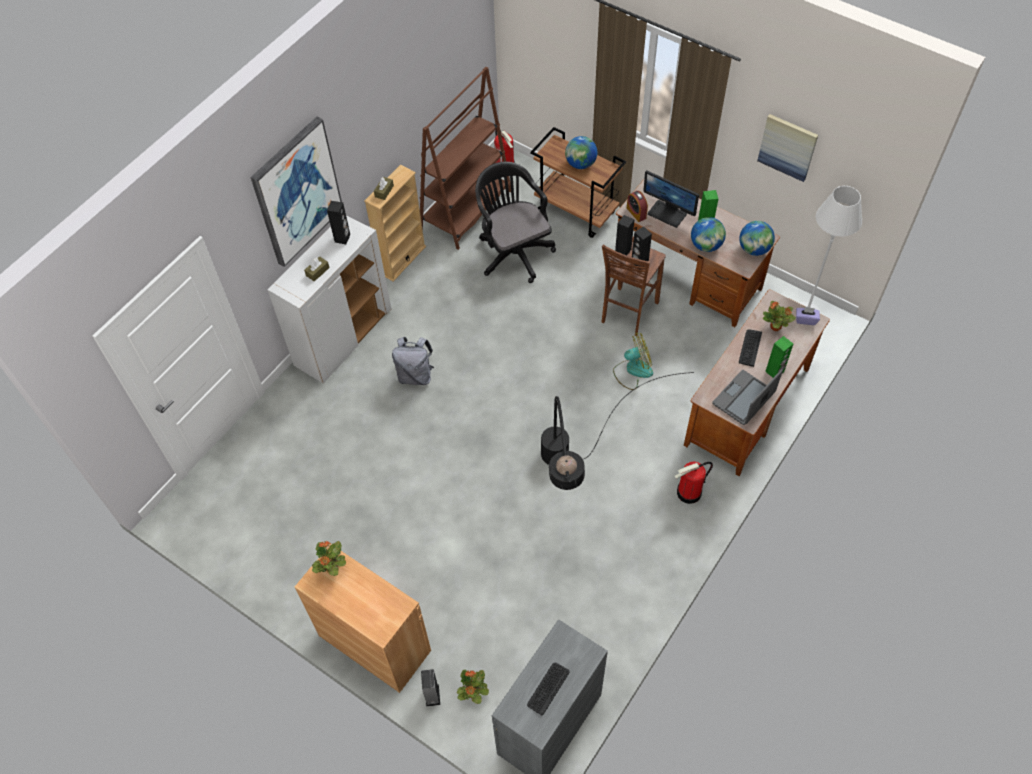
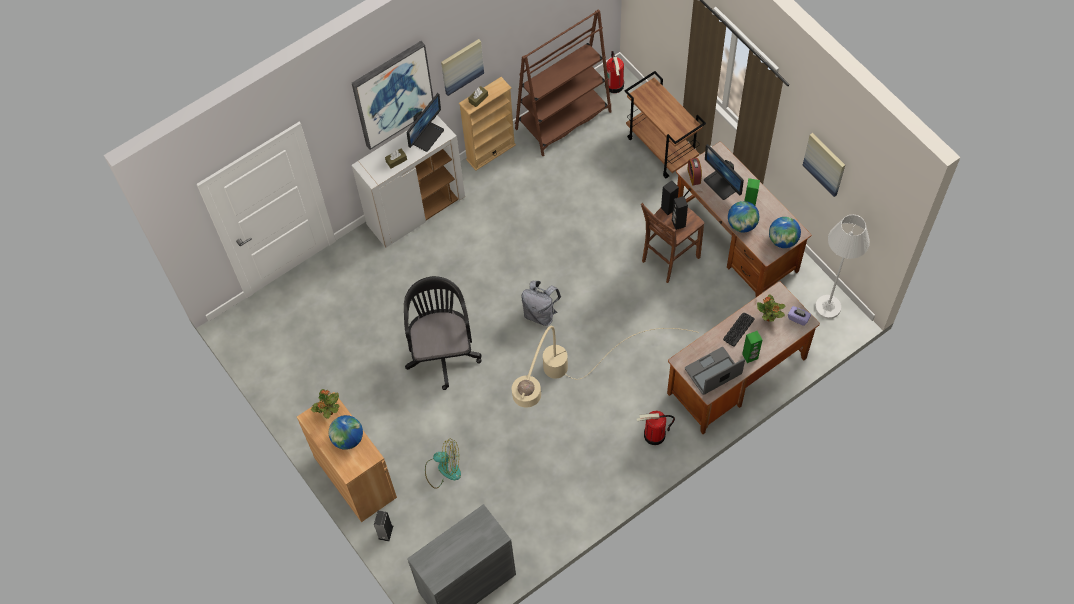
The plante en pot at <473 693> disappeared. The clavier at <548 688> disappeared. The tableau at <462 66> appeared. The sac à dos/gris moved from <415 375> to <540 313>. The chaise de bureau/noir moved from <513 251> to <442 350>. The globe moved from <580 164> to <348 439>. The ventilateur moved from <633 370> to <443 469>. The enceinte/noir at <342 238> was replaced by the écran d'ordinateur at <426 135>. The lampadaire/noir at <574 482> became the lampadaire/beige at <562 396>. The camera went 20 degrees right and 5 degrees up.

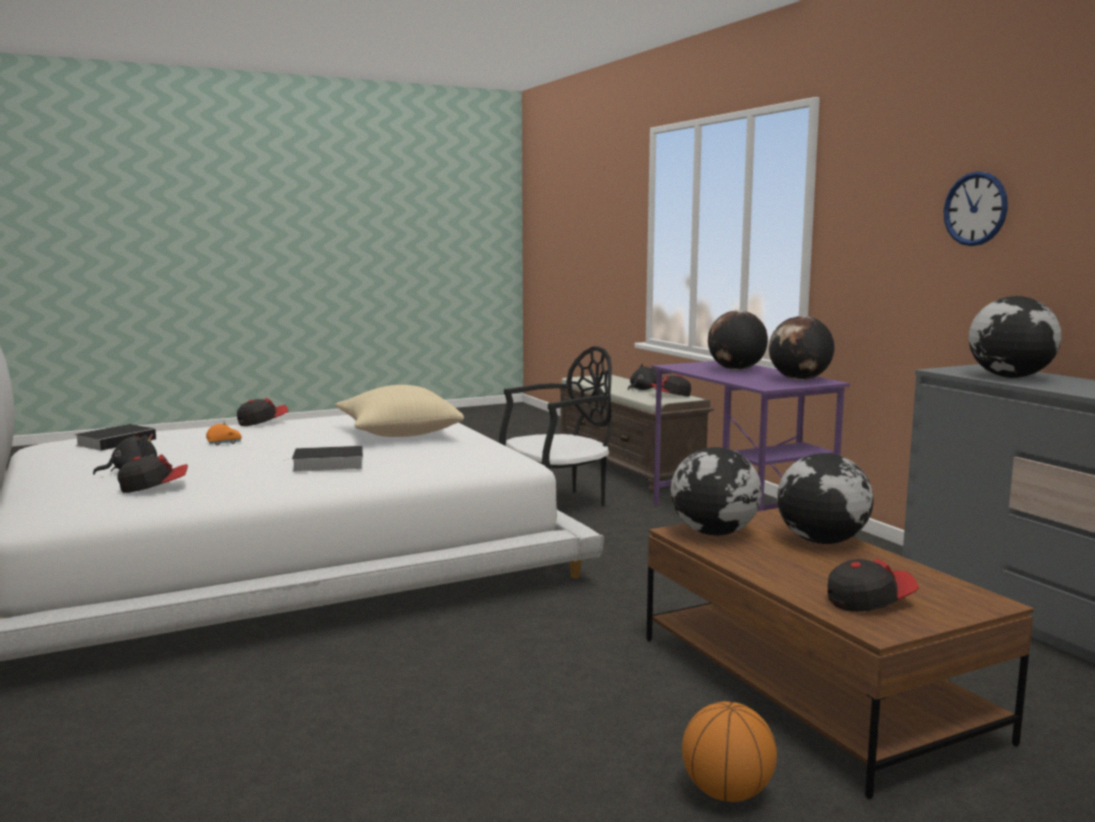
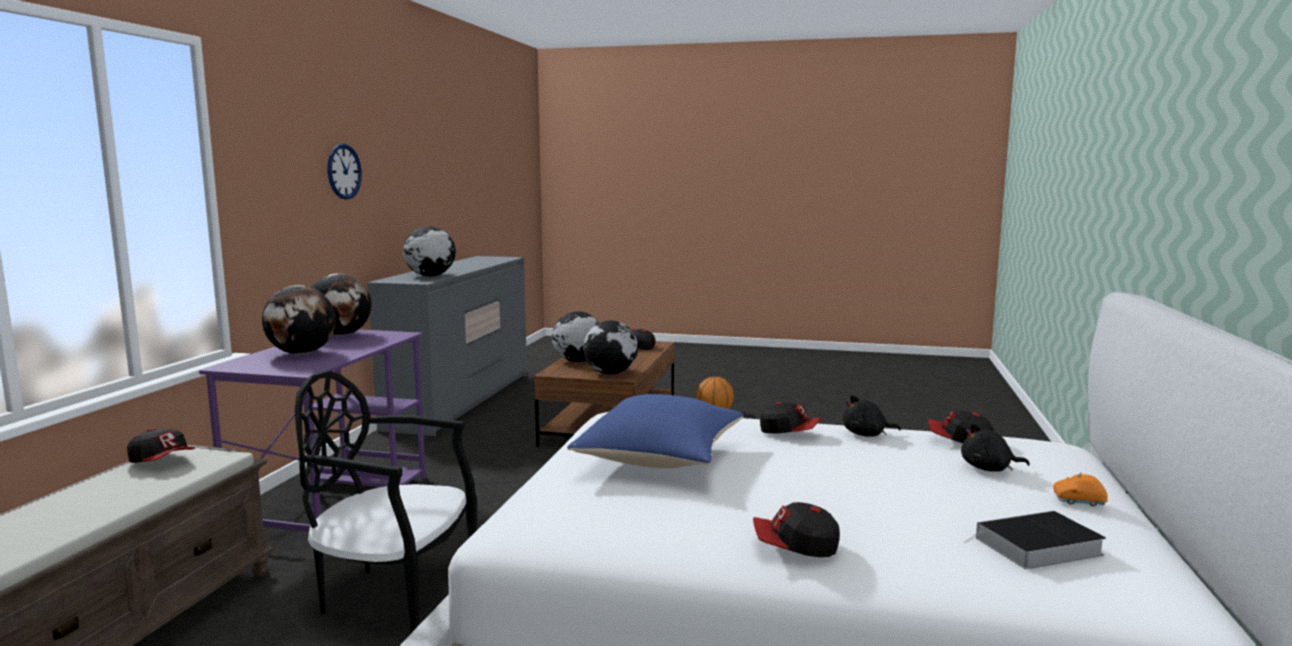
The petite voiture/orange moved from <224 443> to <1079 501>. The peluche/noir moved from <642 389> to <866 434>. The livre at <326 464> was replaced by the casquette at <790 433>. The coussin/beige at <397 435> became the coussin/bleu at <661 461>. The camera went 140 degrees left and 0 degrees up.

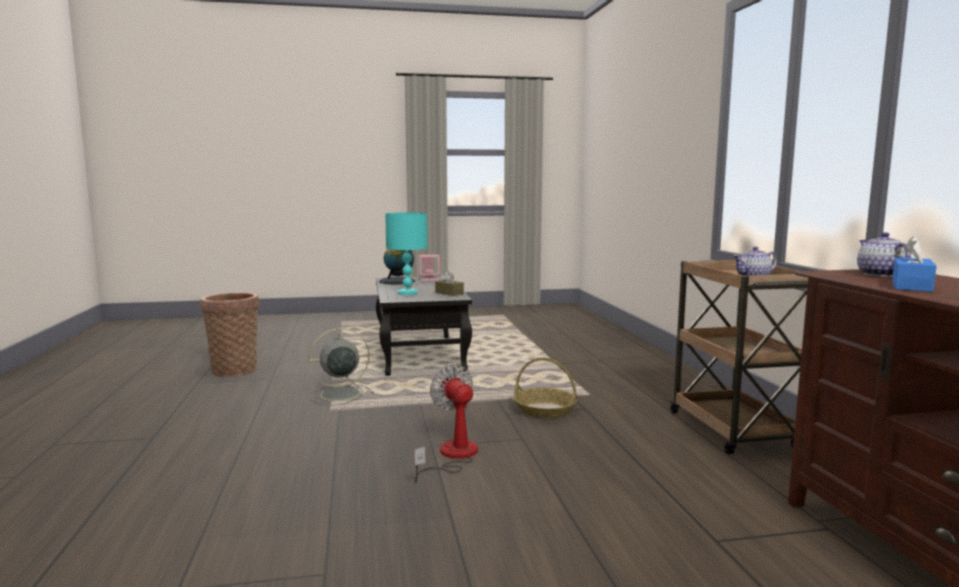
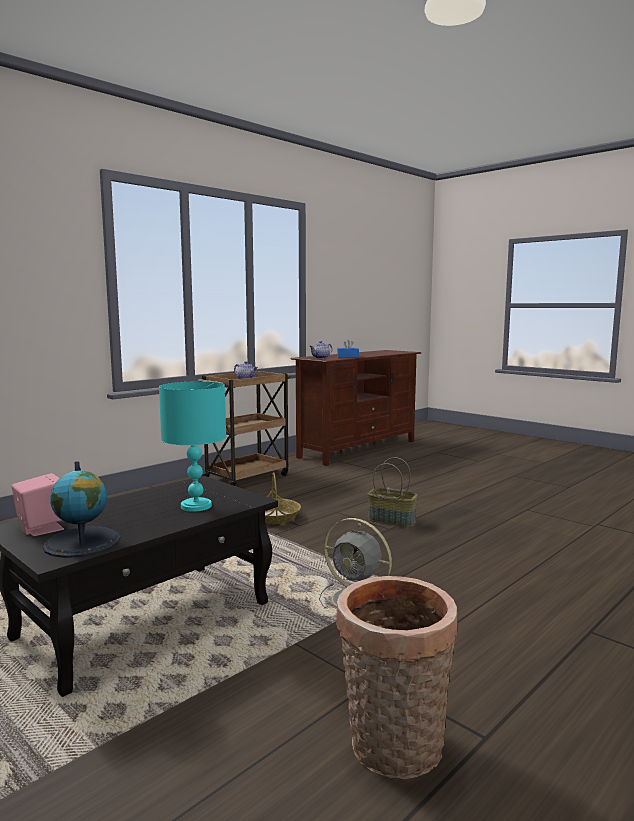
The boîte à mouchoirs/marron at <449 293> disappeared. The ventilateur at <452 456> was replaced by the panier at <392 520>. The camera went 125 degrees left and 0 degrees up.

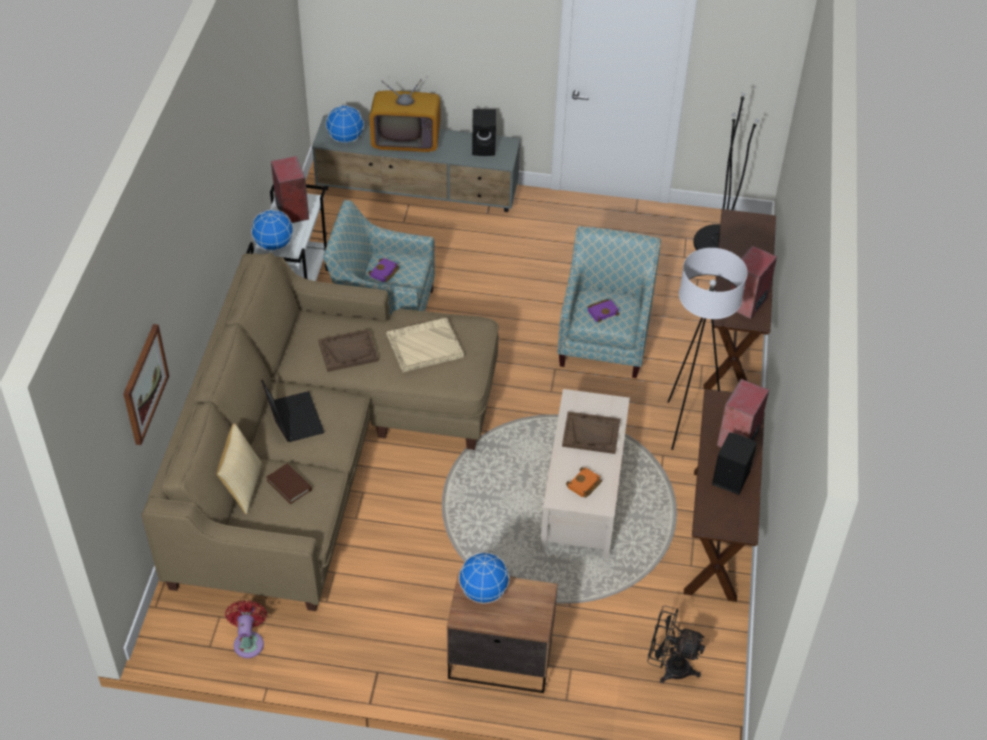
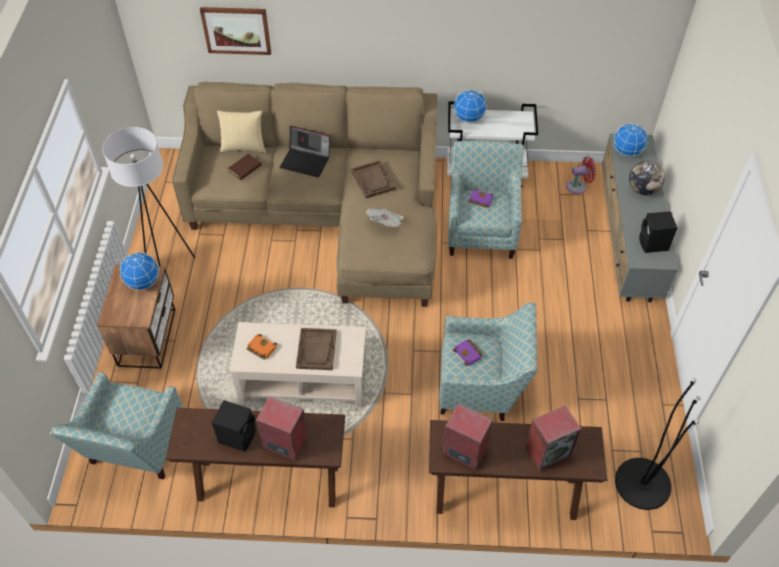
The ventilateur/rouge moved from <249 641> to <578 186>. The enceinte moved from <291 210> to <548 451>. The lampadaire/blanc moved from <687 425> to <169 270>. The téléviseur at <406 139> was replaced by the globe at <642 189>. The plateau/beige at <424 346> was replaced by the journal at <386 223>. The ventilateur/noir at <669 667> was replaced by the fauteuil at <135 450>. The ordinateur portable at <293 418> turned 45 degrees clockwise. The camera went 85 degrees right and 5 degrees up.

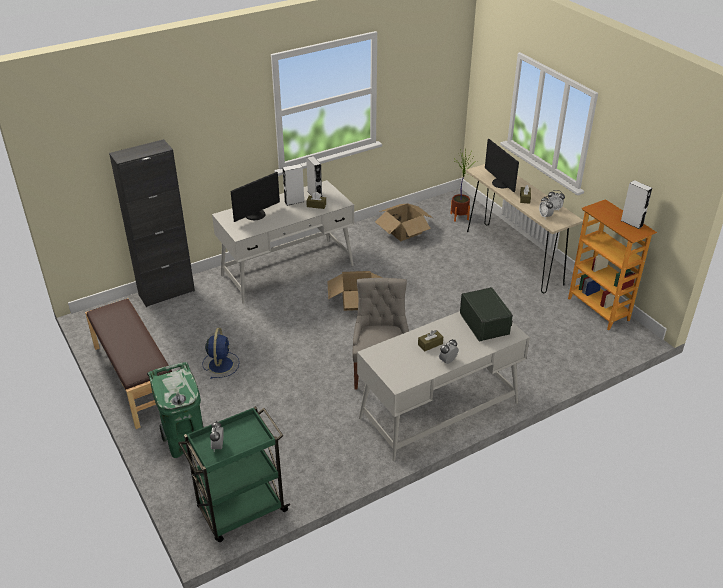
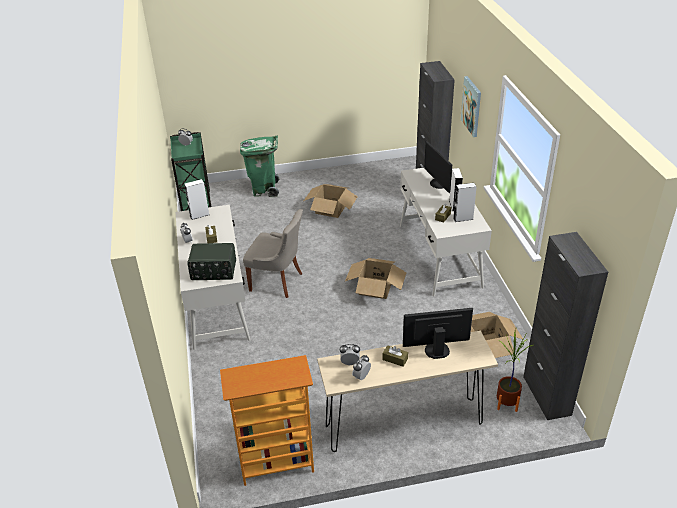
The banc/marron at <135 379> disappeared. The tableau at <472 106> appeared. The meuble de rangement/noir at <546 395> appeared. The enceinte/blanc moved from <631 223> to <199 215>. The ventilateur/bleu at <221 364> was replaced by the carton at <331 209>. The camera went 110 degrees right and 0 degrees up.

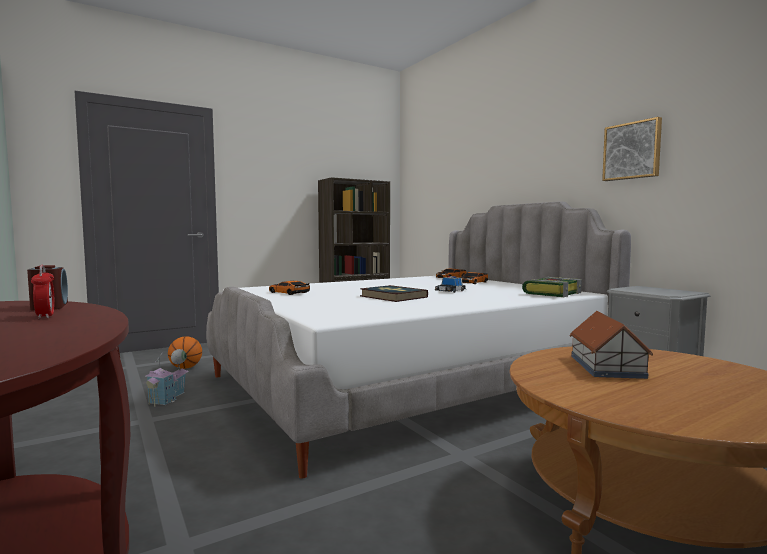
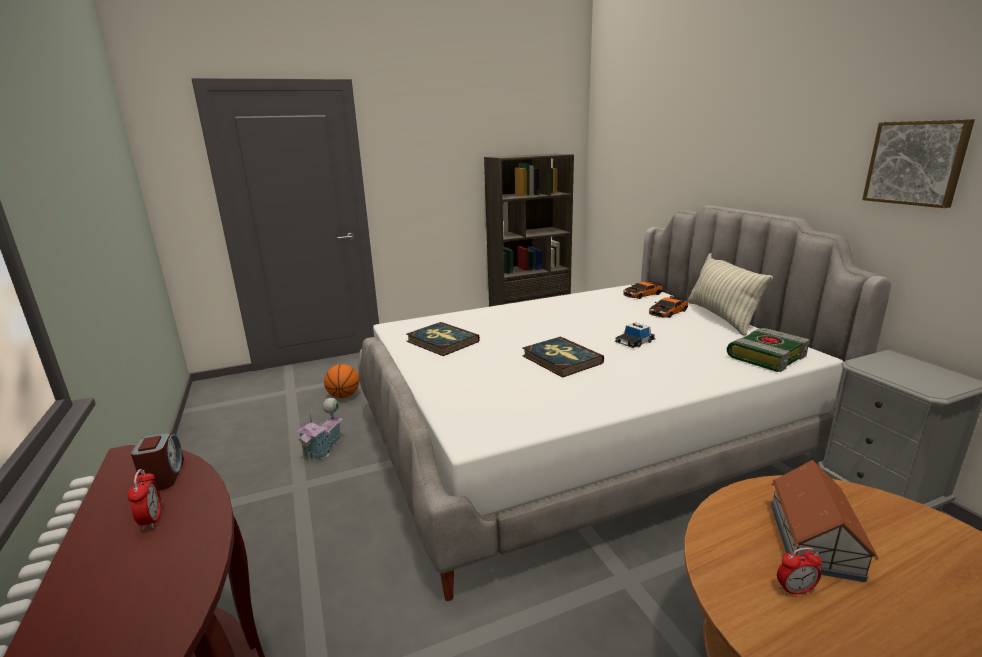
The coussin at <721 317> appeared. The réveil at <795 590> appeared. The petite voiture at <288 293> was replaced by the livre at <442 341>. The camera went 10 degrees right and 15 degrees up.

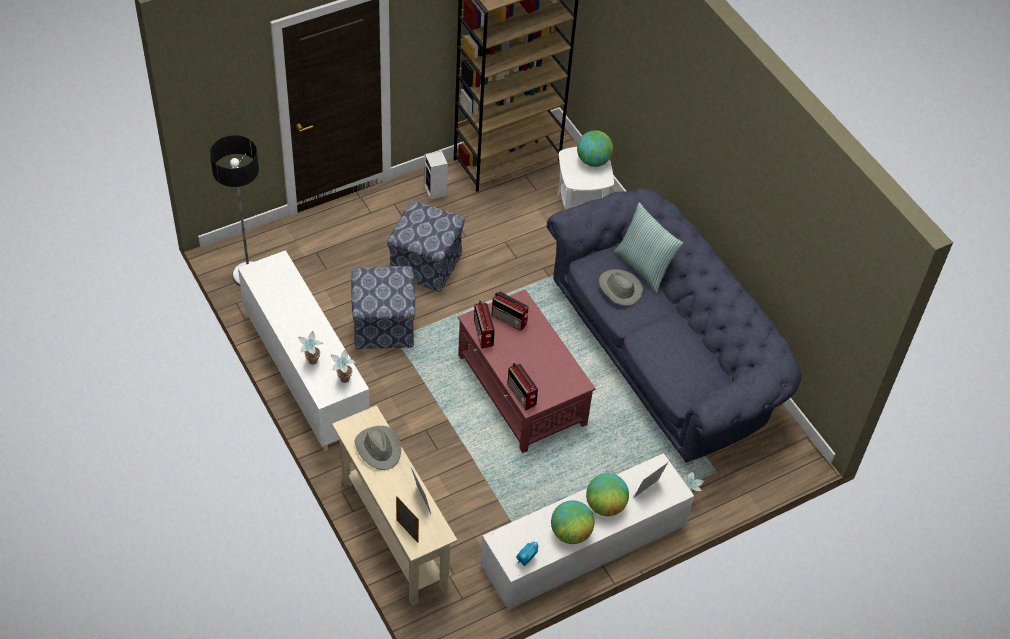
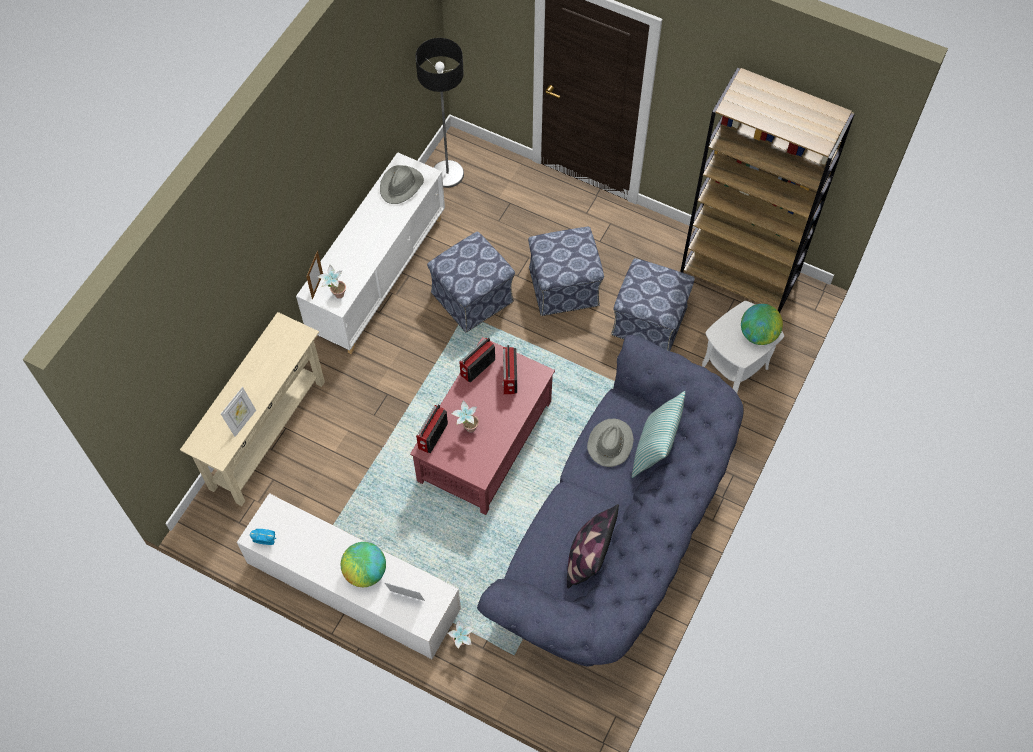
The enceinte at <436 191> disappeared. The globe at <571 533> disappeared. The coussin at <588 557> appeared. The pouf at <650 321> appeared. The plante en pot moved from <311 363> to <467 429>. The chapeau/gris moved from <379 448> to <401 186>. The cadre photo moved from <407 531> to <317 286>. The camera went 60 degrees right and 10 degrees up.

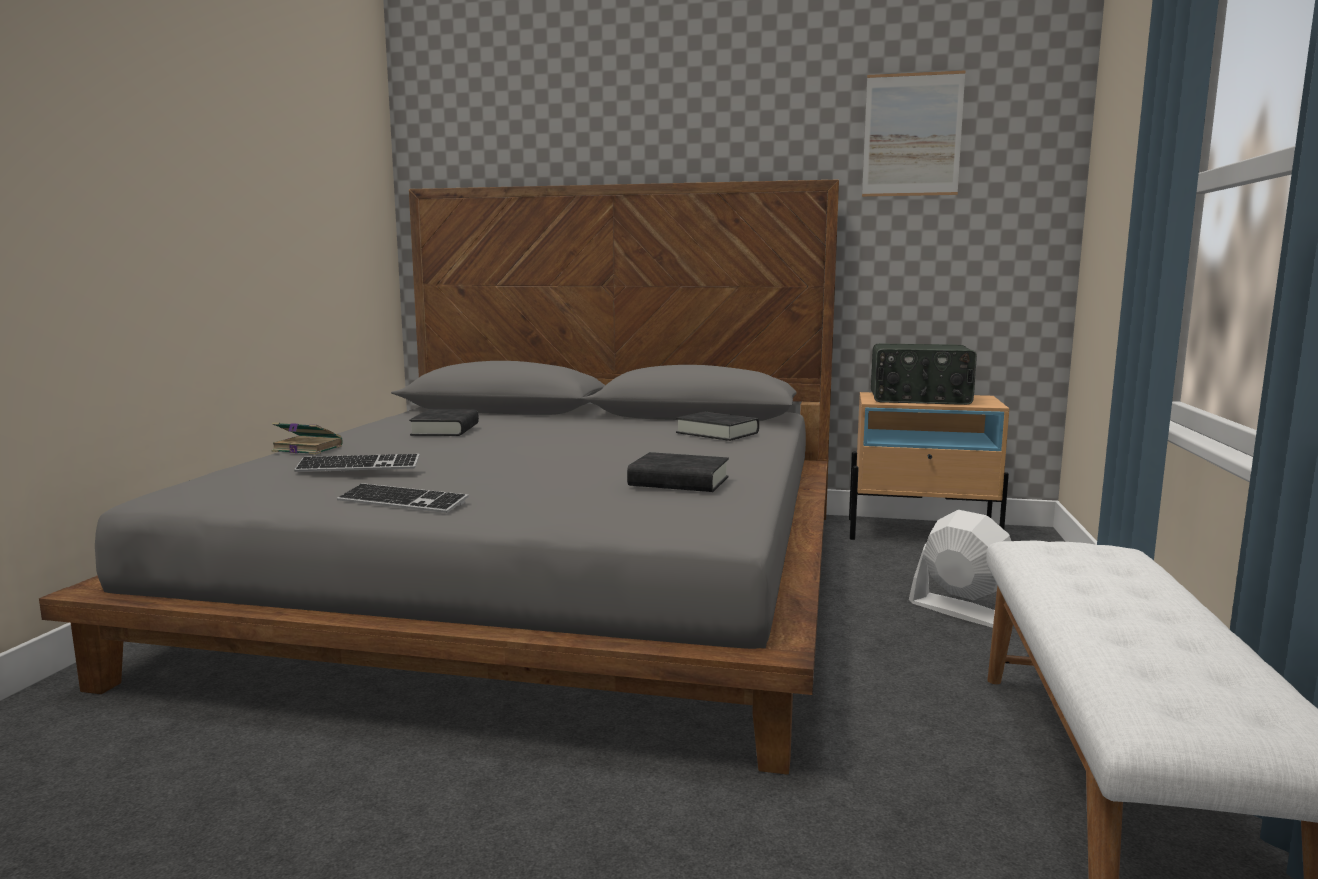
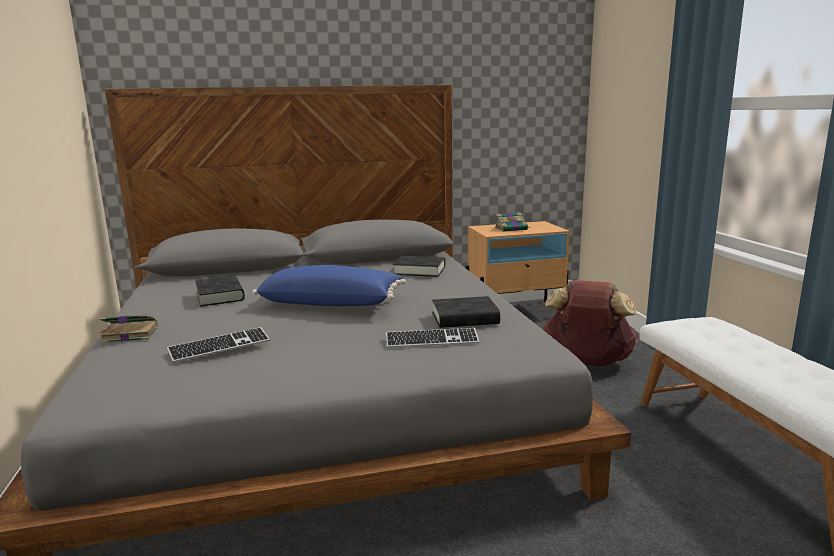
The tableau at <912 135> disappeared. The coussin/bleu at <332 302> appeared. The clavier moved from <402 502> to <432 340>. The radio at <919 399> was replaced by the livre at <512 229>. The ventilateur/blanc at <962 611> was replaced by the sac à dos/marron at <587 362>. The camera went 25 degrees left and 5 degrees up.

